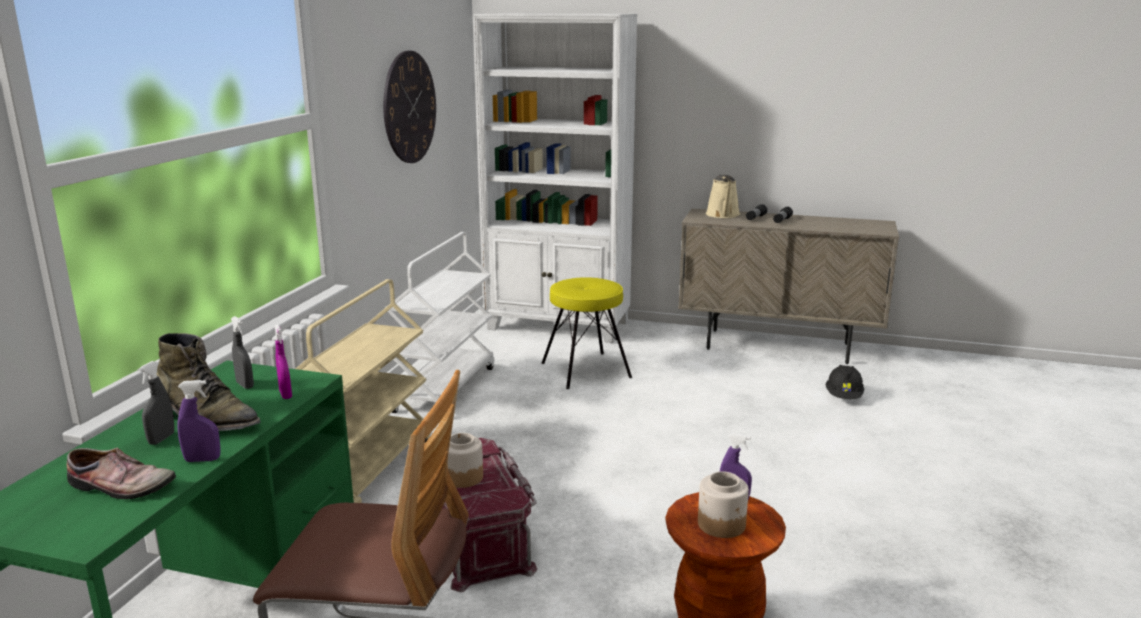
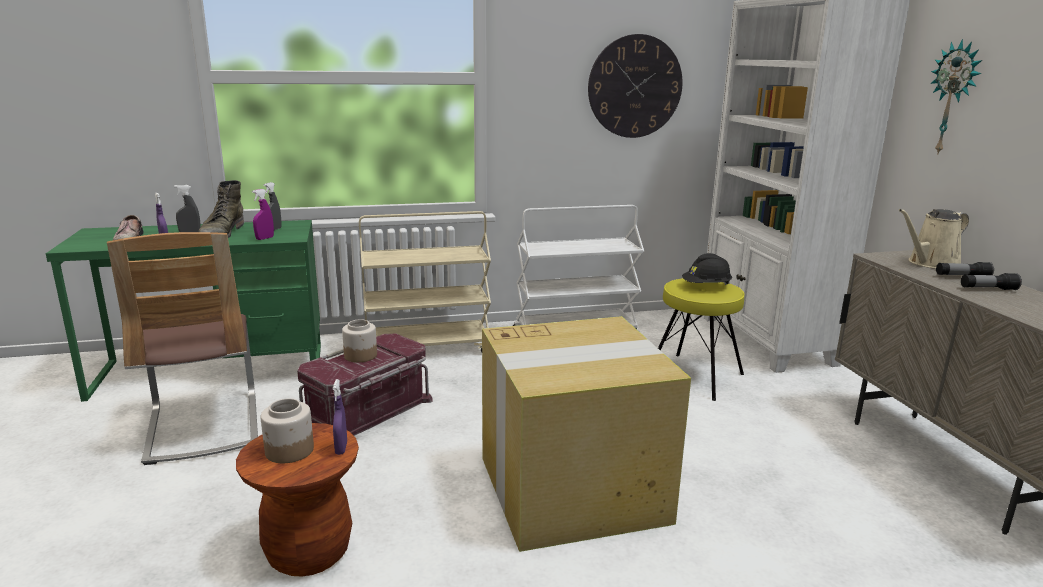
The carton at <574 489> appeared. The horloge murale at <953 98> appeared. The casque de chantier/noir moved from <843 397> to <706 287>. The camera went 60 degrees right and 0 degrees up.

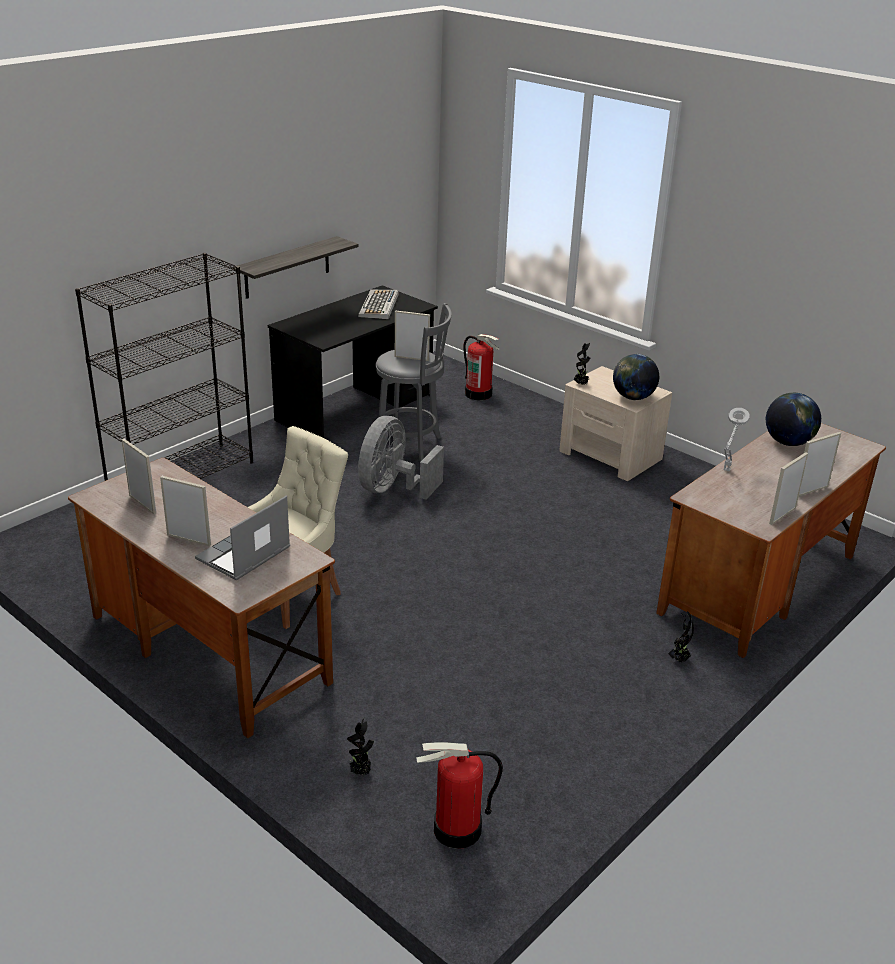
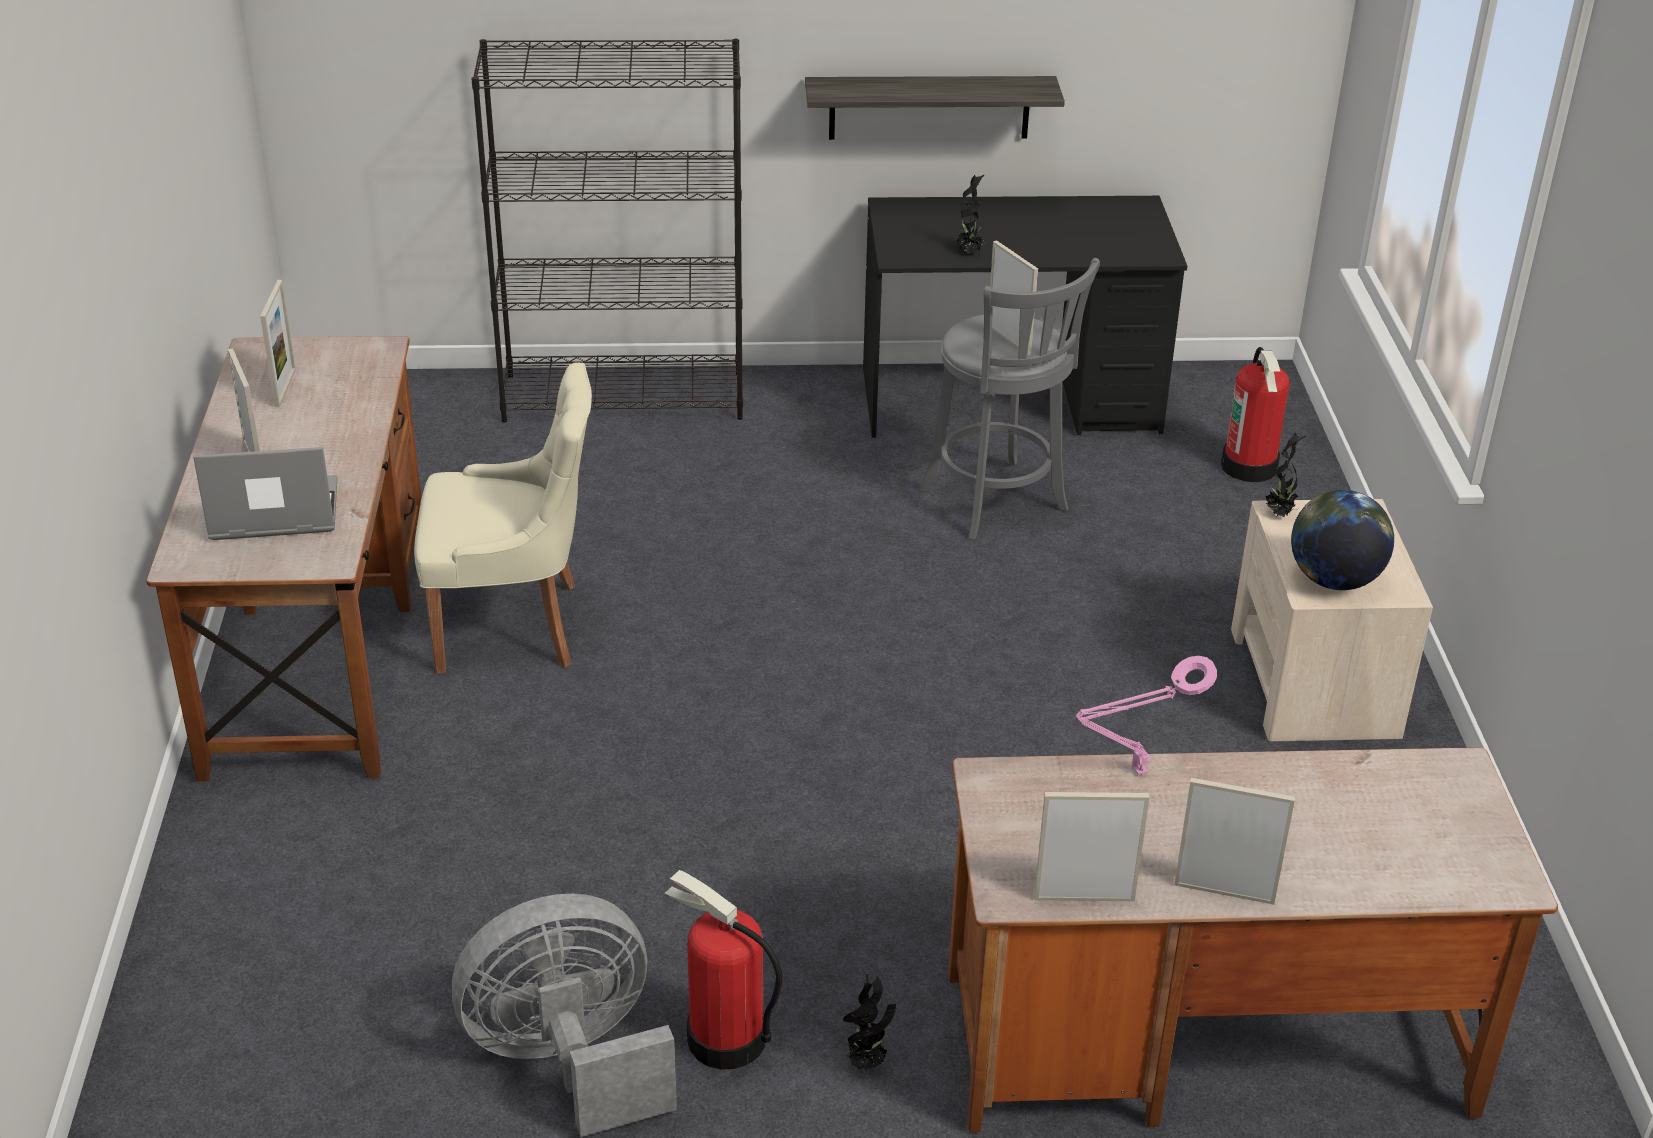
The clavier at <379 305> disappeared. The globe at <788 443> disappeared. The plante en pot moved from <361 772> to <969 252>. The ventilateur/gris moved from <393 489> to <570 1061>. The extincteur moved from <457 830> to <725 1039>. The lampe de table/gris at <726 471> became the lampe de table/rose at <1135 772>. The camera went 45 degrees right and 5 degrees up.

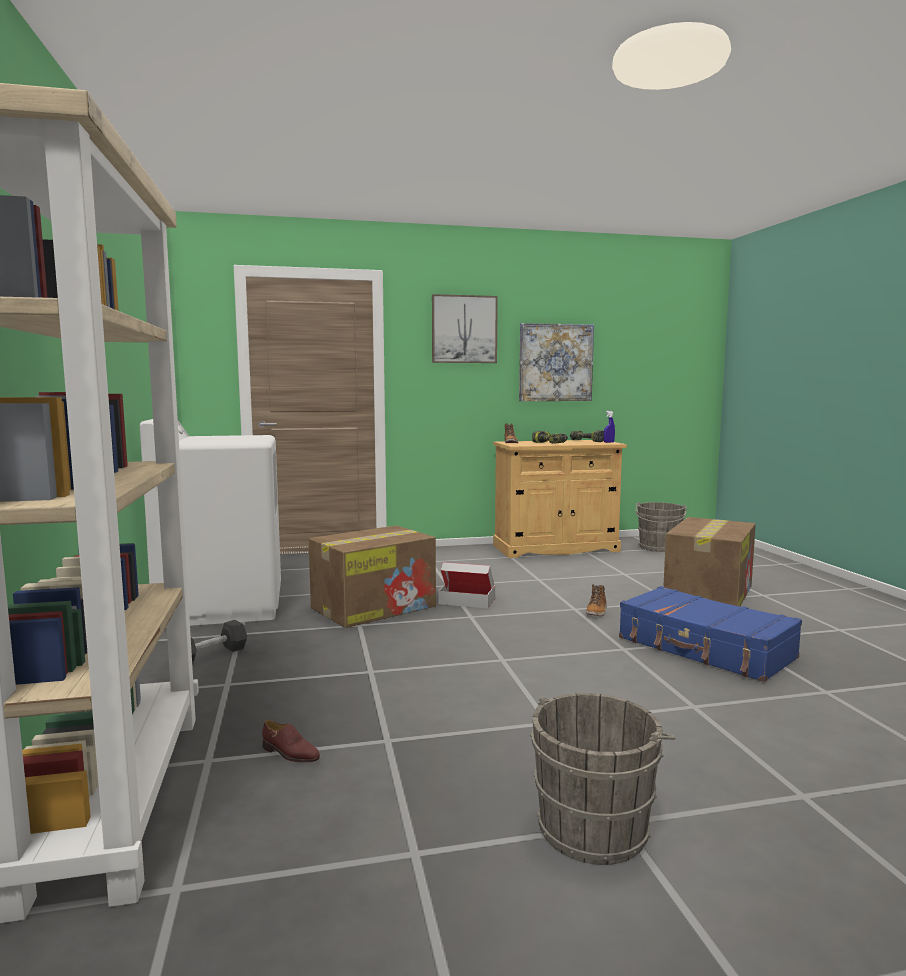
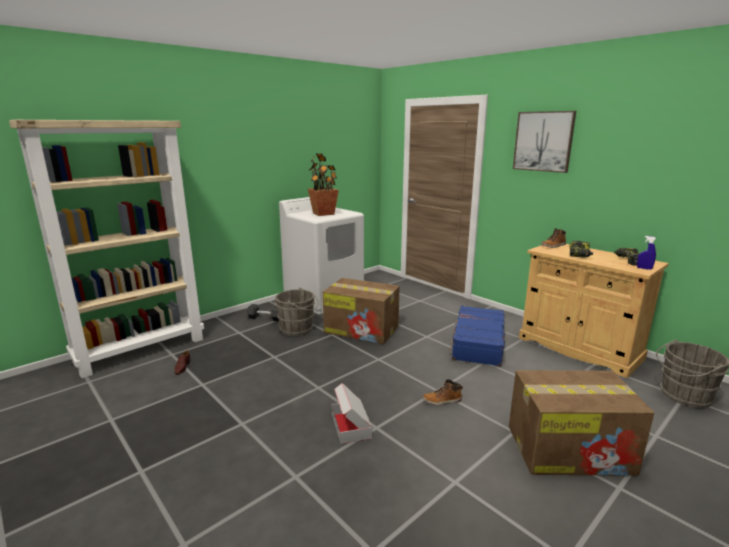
The tableau at <555 362> disappeared. The plante en pot at <324 214> appeared. The carton moved from <467 601> to <351 426>. The seau/gris moved from <596 825> to <298 329>. The valise/bleu moved from <705 648> to <477 343>. The camera went 60 degrees right and 10 degrees up.

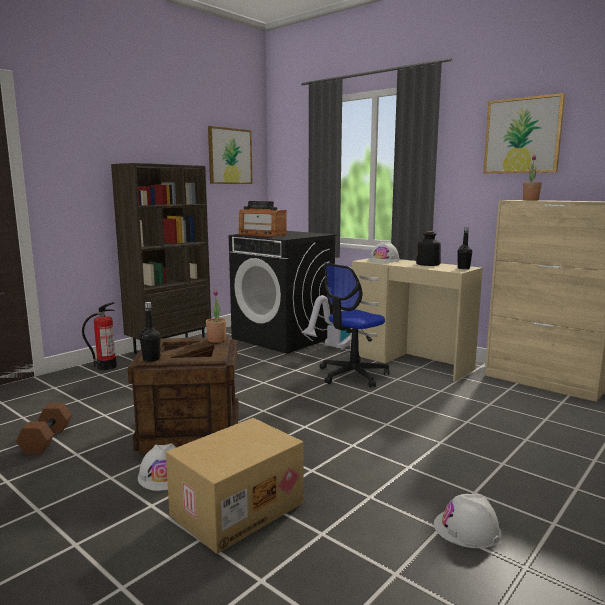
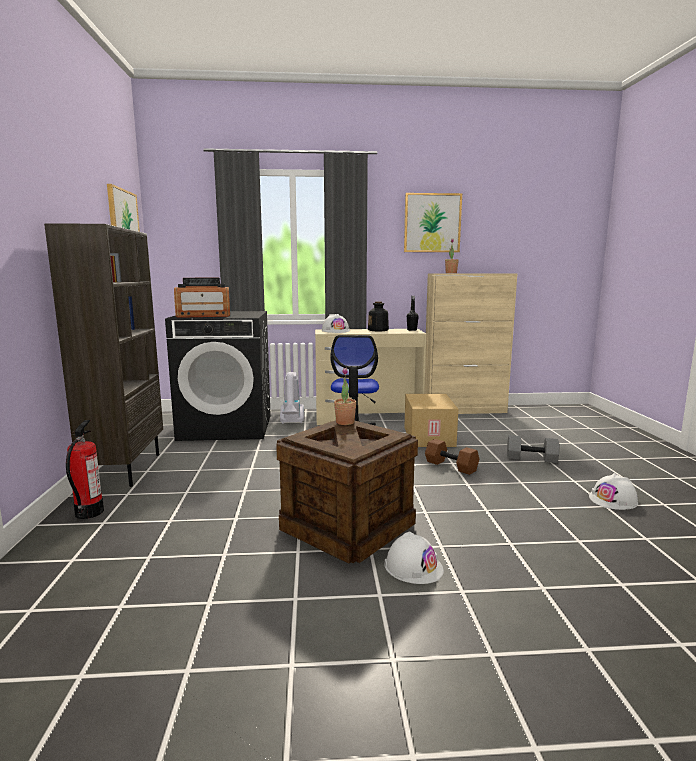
The bouteille/noir at <151 359> disappeared. The haltère/gris at <531 458> appeared. The haltère/marron moved from <46 439> to <450 466>. The carton moved from <237 508> to <427 436>. The camera went 45 degrees left and 0 degrees up.

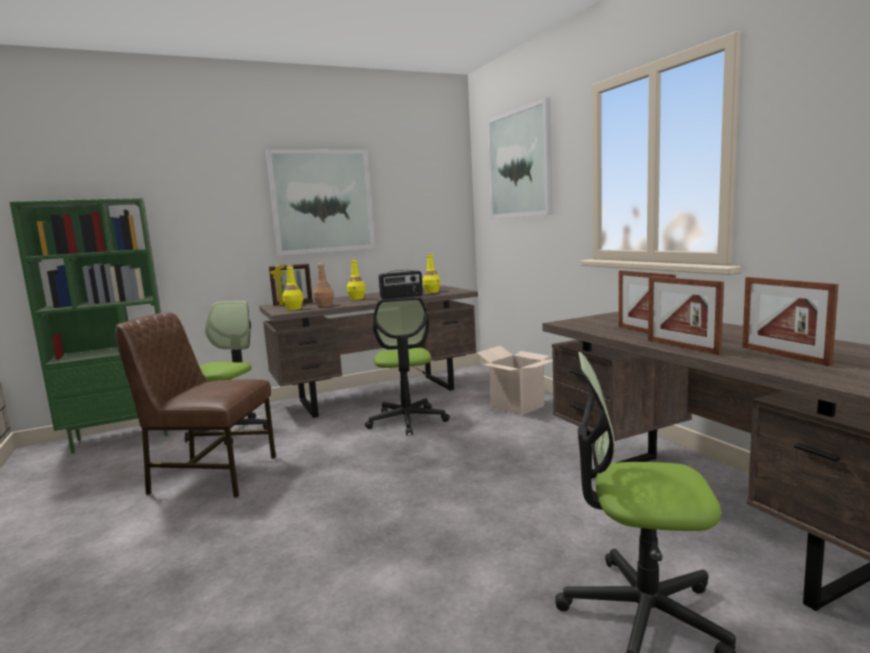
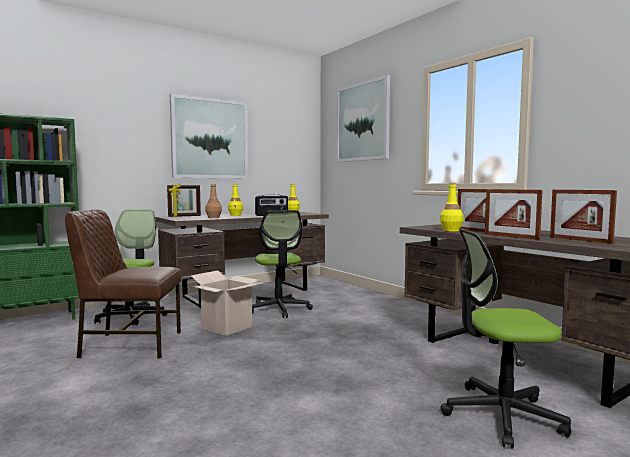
The bouteille/jaune moved from <294 309> to <451 231>. The carton moved from <517 406> to <227 327>. The camera went 10 degrees left and 5 degrees down.

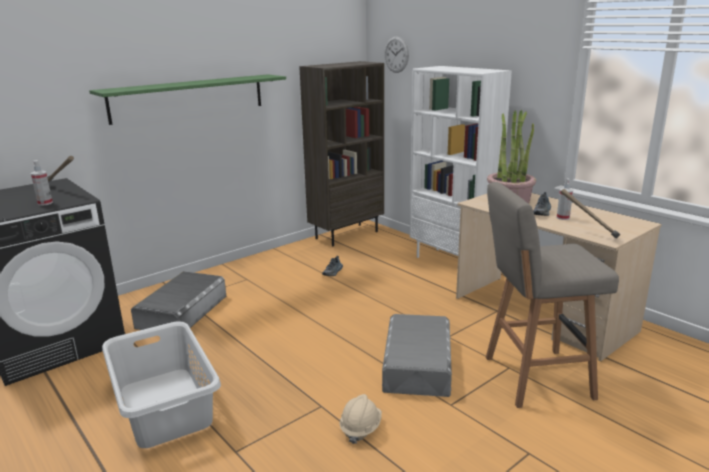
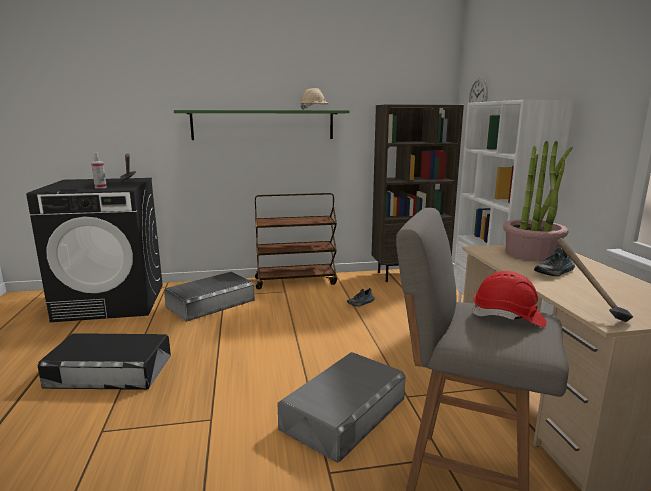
The vaporisateur at <563 218> disappeared. The chariot/marron at <296 281> appeared. The casque de chantier/rouge at <508 317> appeared. The casque de chantier/beige moved from <360 428> to <314 110>. The panier à linge/gris at <166 405> was replaced by the boîte de rangement/noir at <110 371>. The camera went 30 degrees right and 5 degrees down.

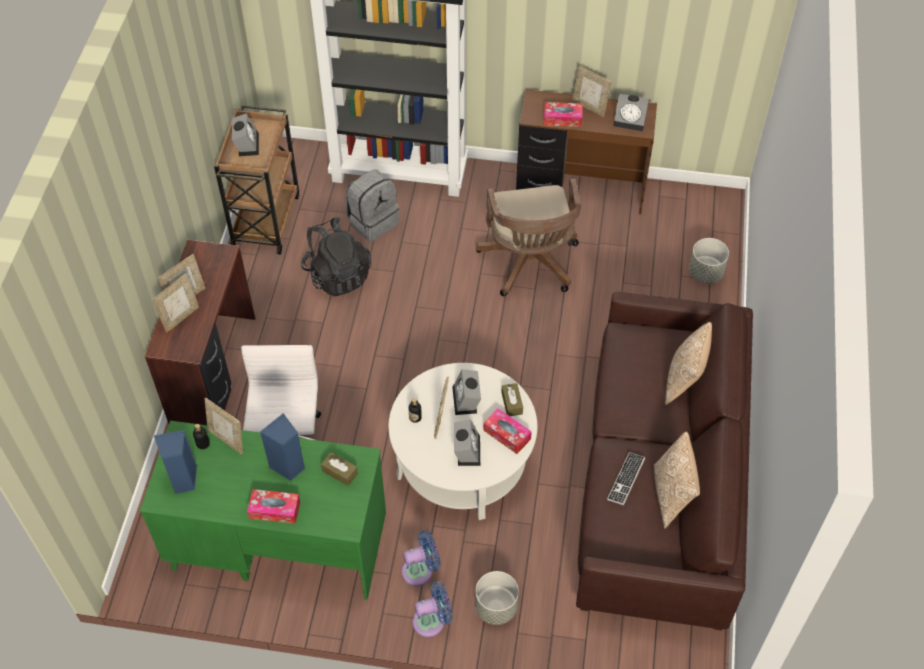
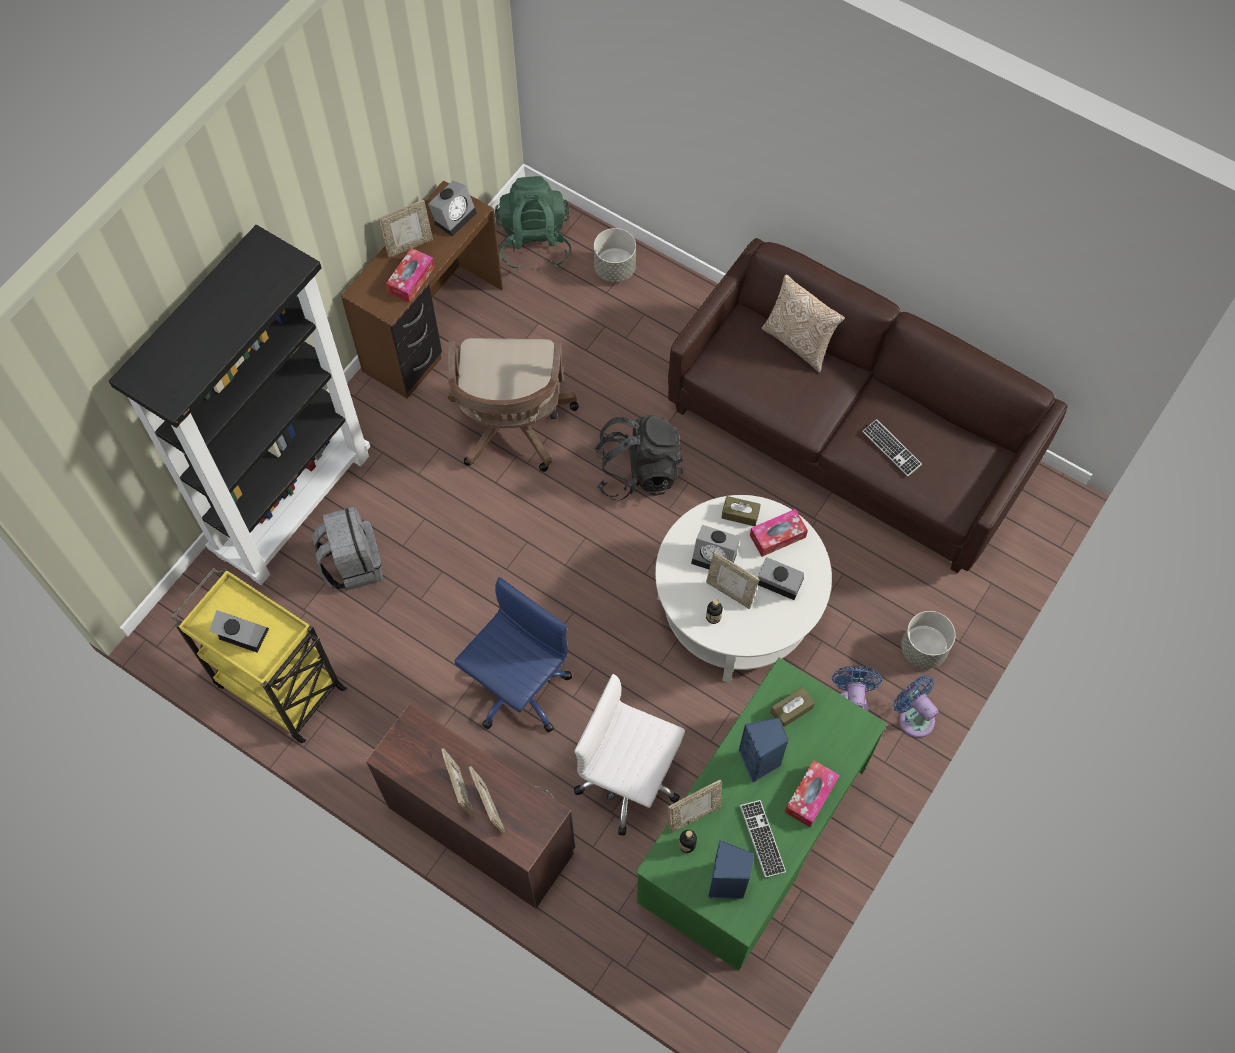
The coussin at <671 495> disappeared. The chaise de bureau/bleu at <516 689> appeared. The sac à dos/vert at <534 243> appeared. The clavier at <762 839> appeared. The sac à dos/noir moved from <337 275> to <638 471>. The chariot/marron at <266 219> became the chariot/jaune at <277 685>. The ventilateur/bleu at <432 621> turned 45 degrees counterclockwise. The chaise de bureau/marron at <530 265> turned 75 degrees clockwise. The camera went 65 degrees left and 10 degrees up.

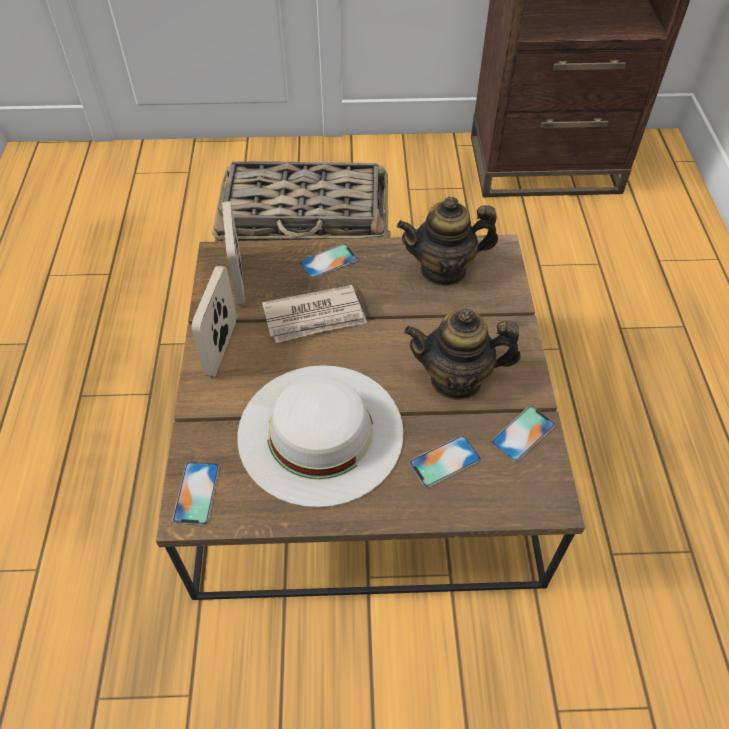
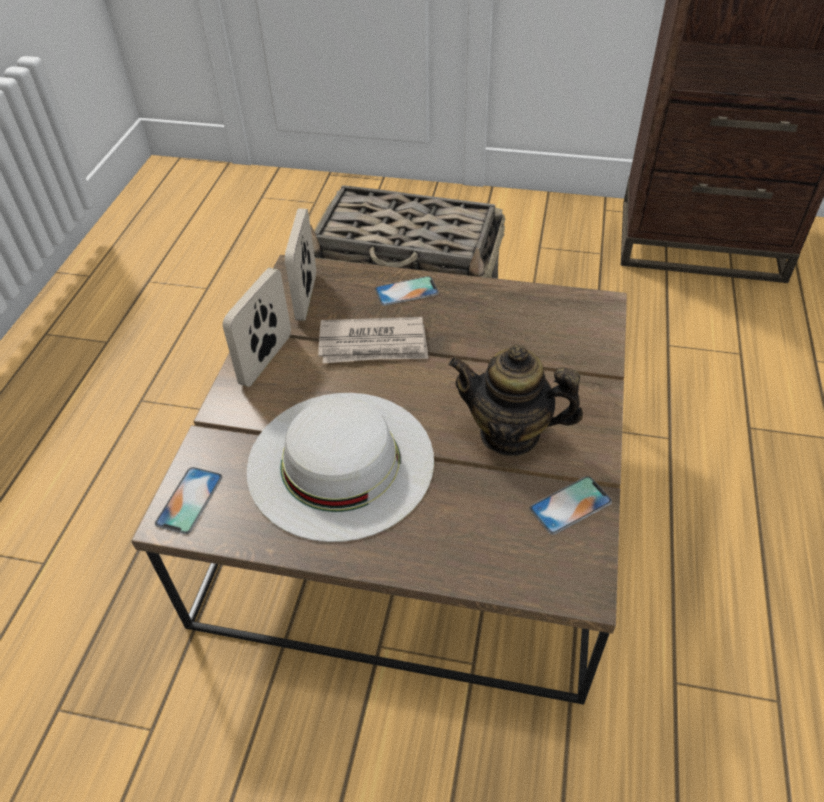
The théière at <443 270> disappeared. The téléphone at <444 461> disappeared. The camera went 15 degrees right and 5 degrees down.

